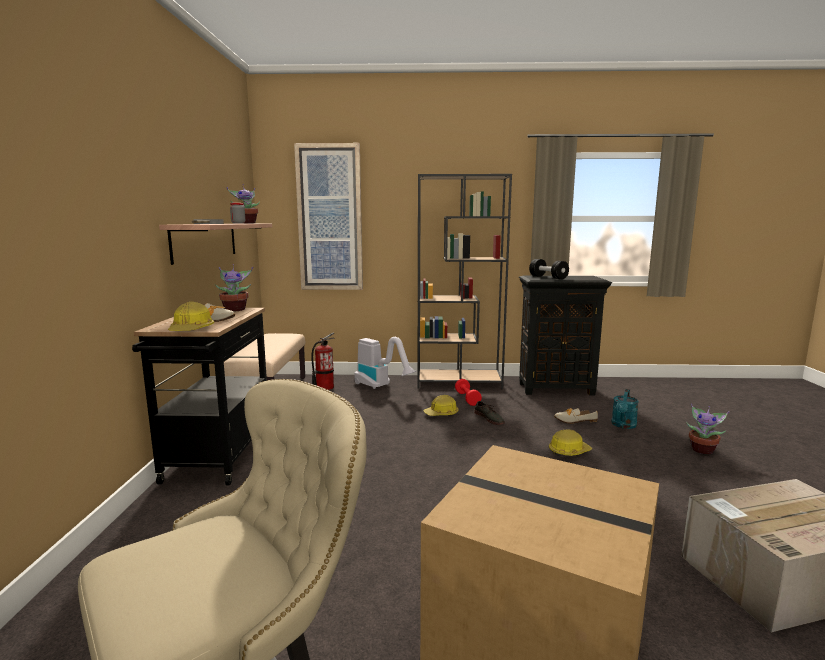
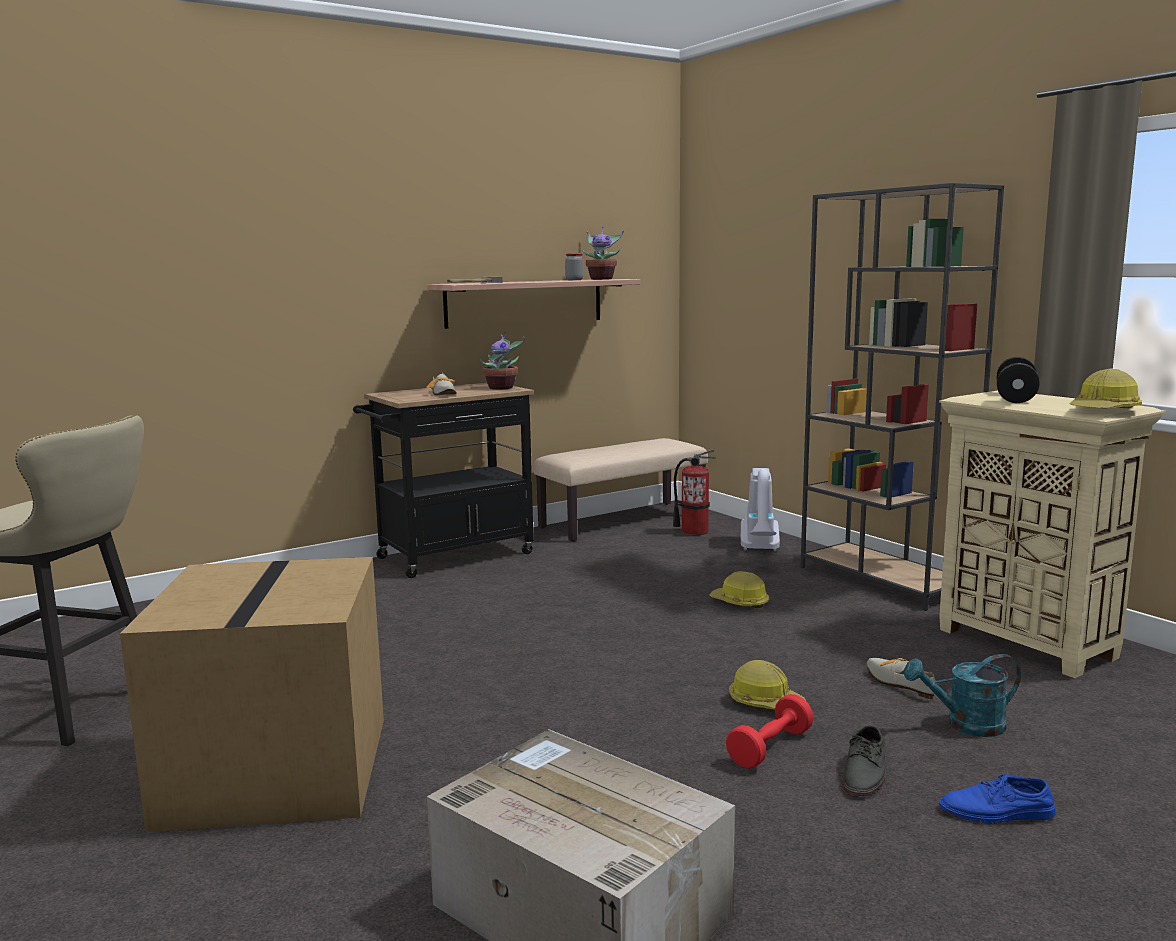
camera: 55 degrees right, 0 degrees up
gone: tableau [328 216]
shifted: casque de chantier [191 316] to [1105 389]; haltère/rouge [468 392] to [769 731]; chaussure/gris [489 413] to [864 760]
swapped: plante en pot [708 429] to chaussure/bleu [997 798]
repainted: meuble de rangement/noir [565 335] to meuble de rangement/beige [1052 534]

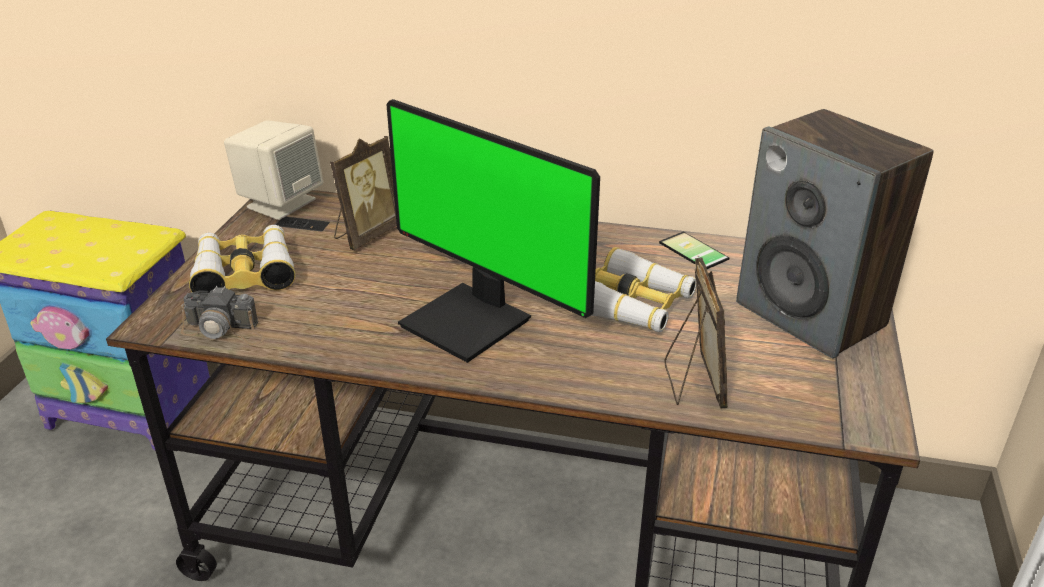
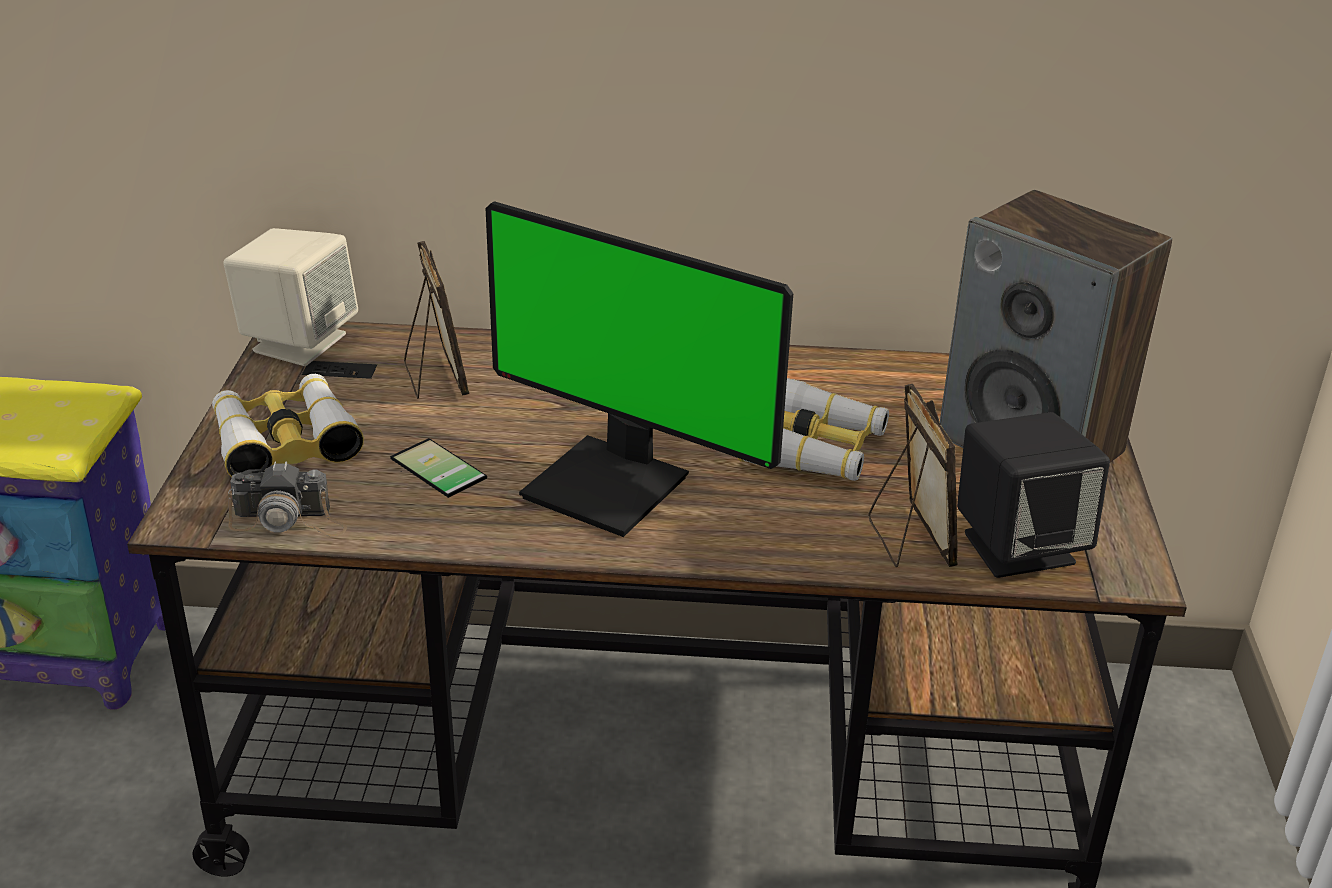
camera: 10 degrees left, 0 degrees up
new: enceinte/noir [1033 495]
shifted: téléphone [694 250] to [438 468]
rotated: cadre photo [363 193] = [437 320] 45 degrees counterclockwise

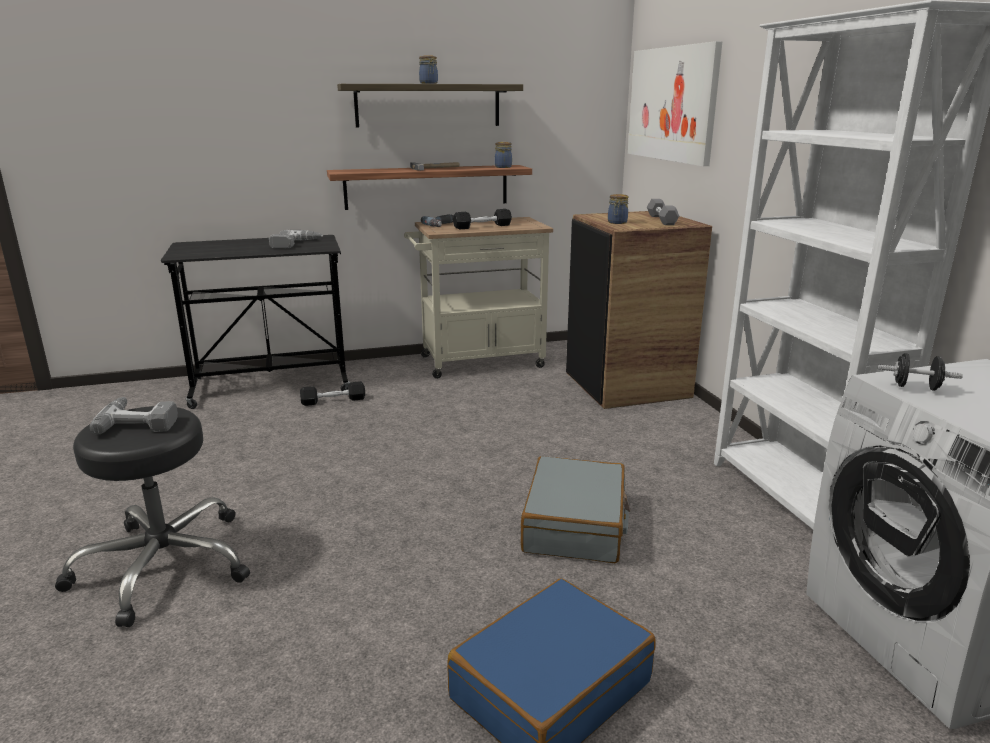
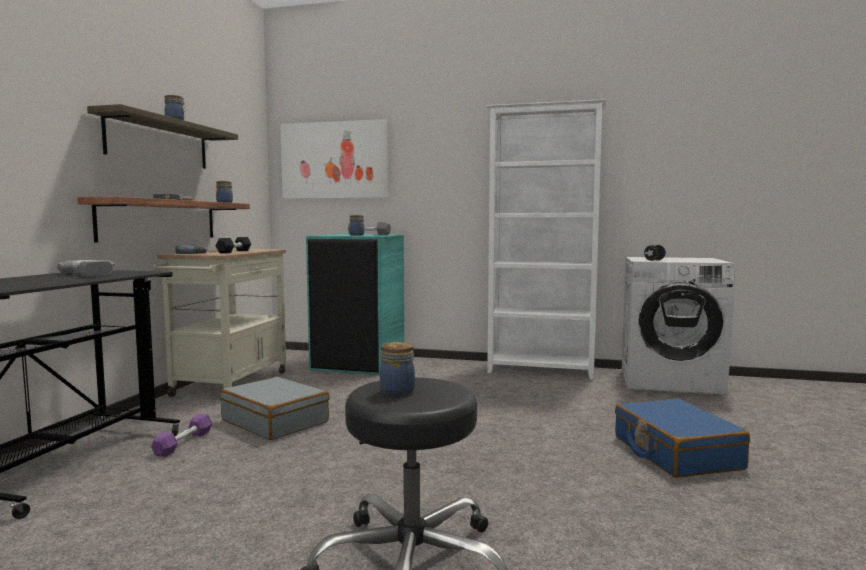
camera: 60 degrees left, 15 degrees down
shifted: valise/gris [575 509] to [274 408]
swapped: perceuse [134 415] to bocal [397 369]
repainted: haltère/noir [332 393] to haltère/violet [181 435]; meuble de rangement/marron [639 310] to meuble de rangement/turquoise [355 304]

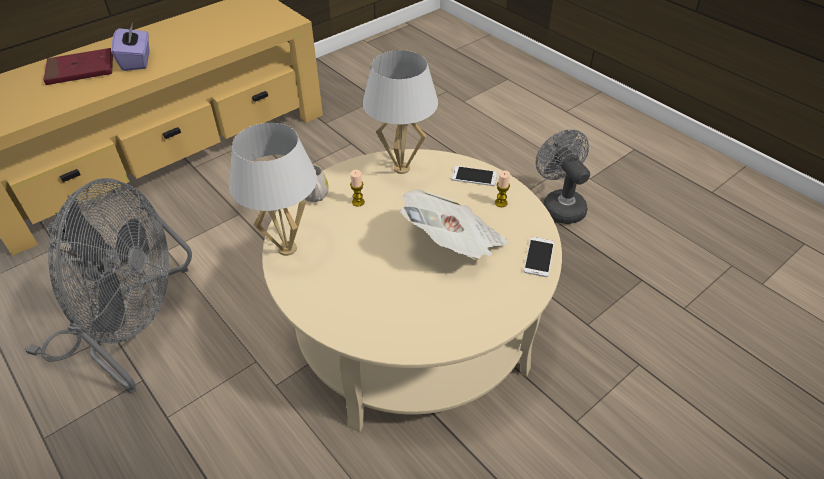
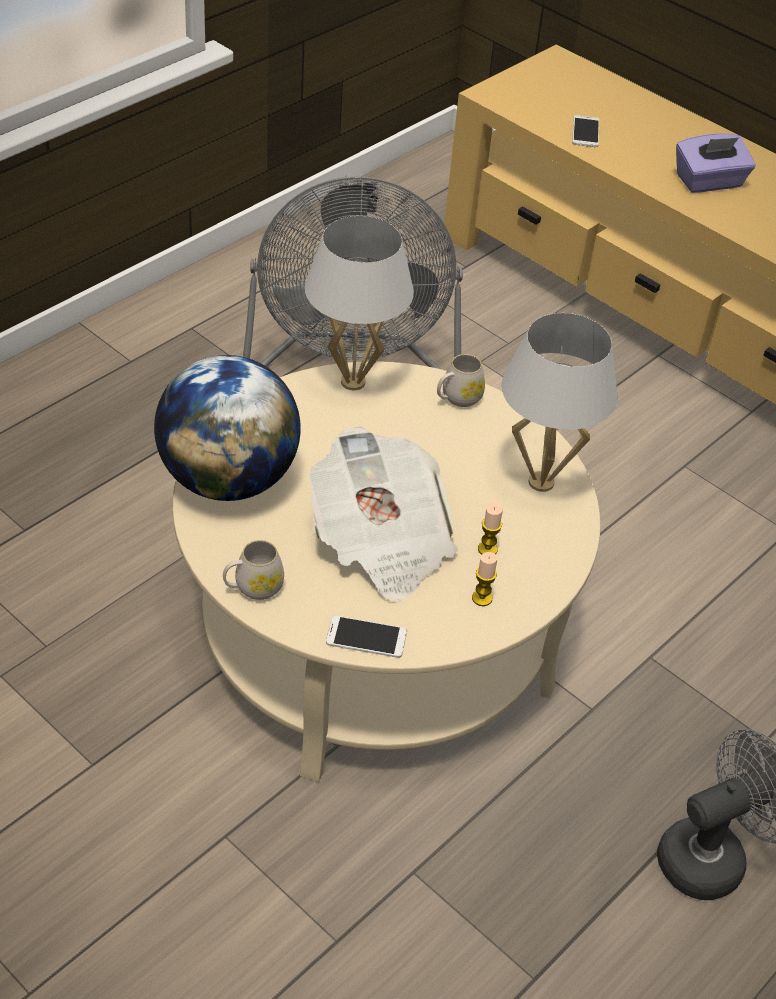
camera: 80 degrees right, 0 degrees up
gone: livre/rouge [78 66]
new: globe [227 428]; mug/blanc [253 570]
shifted: bougie [357 188] to [490 529]; téléphone [474 176] to [585 131]

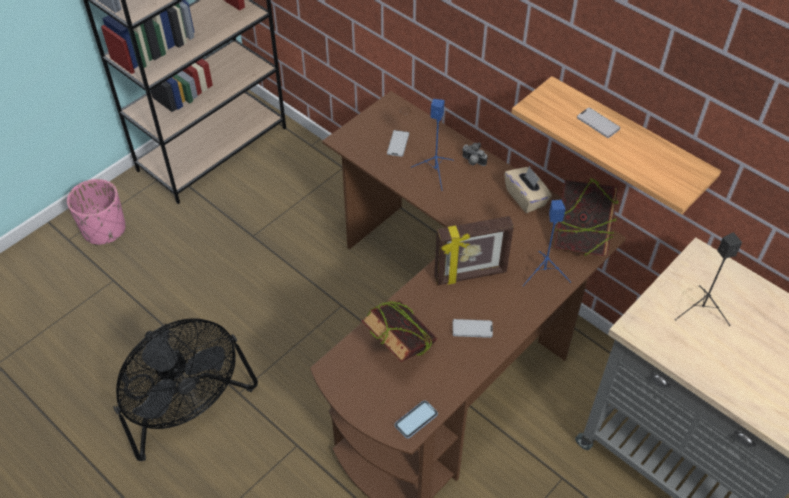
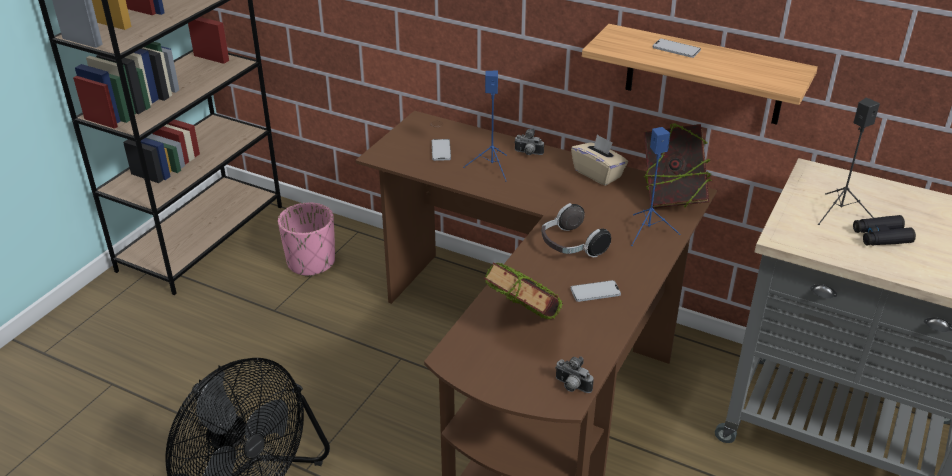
camera: 15 degrees left, 15 degrees down
new: jumelles/noir [884 230]
shifted: cache-pot/rose [96 212] to [306 240]
swapped: téléphone [416 420] to appareil photo [574 374]; cadre photo [474 250] to casque audio [576 230]

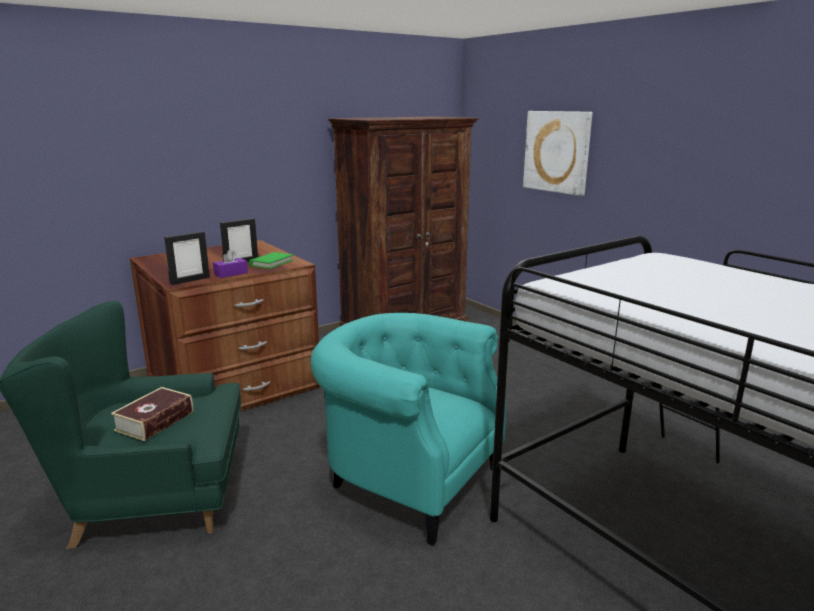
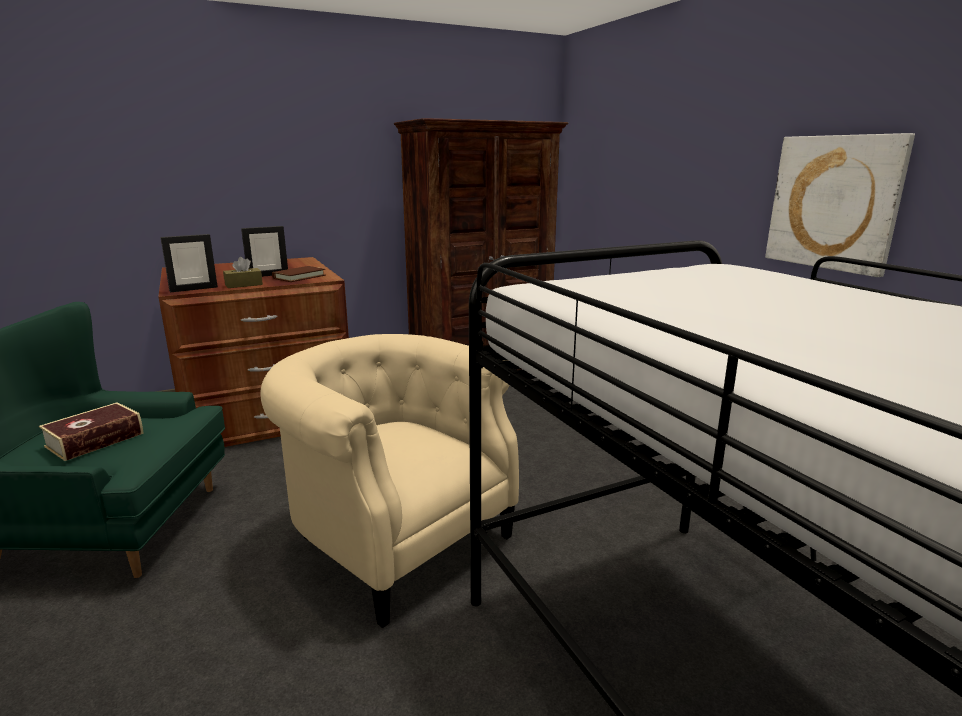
camera: 10 degrees right, 0 degrees up
shifted: tableau [557 153] to [840 205]
repainted: boîte à mouchoirs/violet [230 264] to boîte à mouchoirs/marron [243 272]; livre/vert [271 260] to livre/marron [299 274]; fauteuil/turquoise [408 429] to fauteuil/beige [390 481]

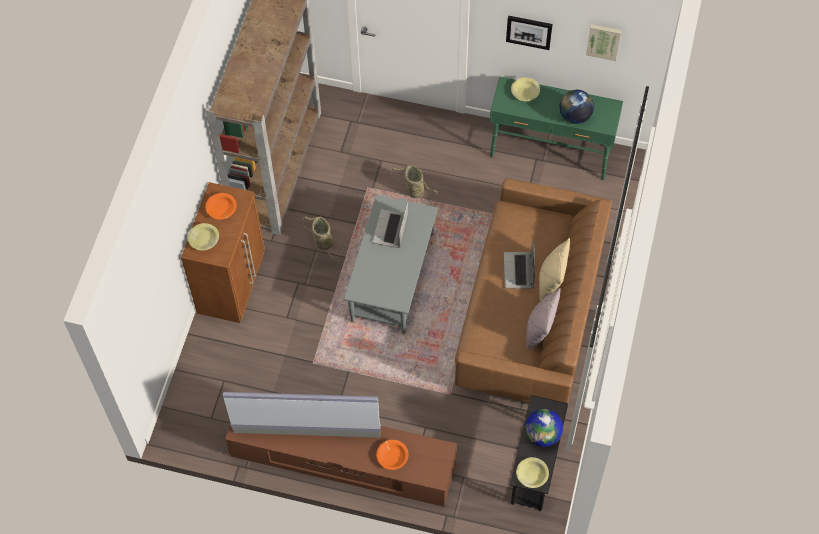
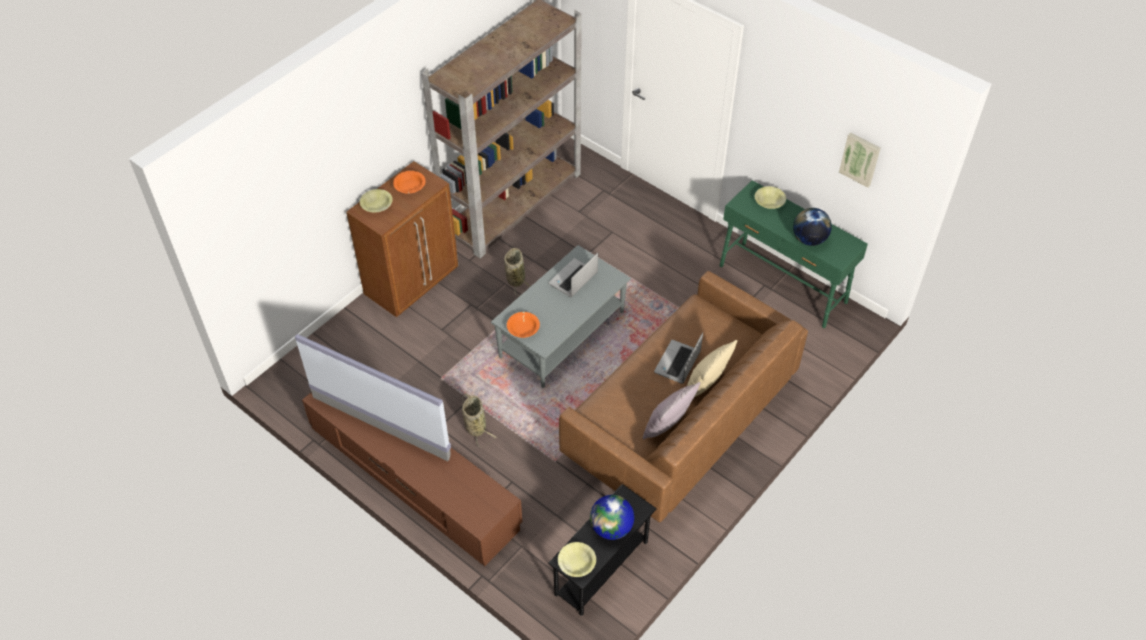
camera: 25 degrees right, 10 degrees down
gone: tableau [529 33]
shifted: bol/orange [392 455] to [523 325]; panier [414 184] to [479 421]

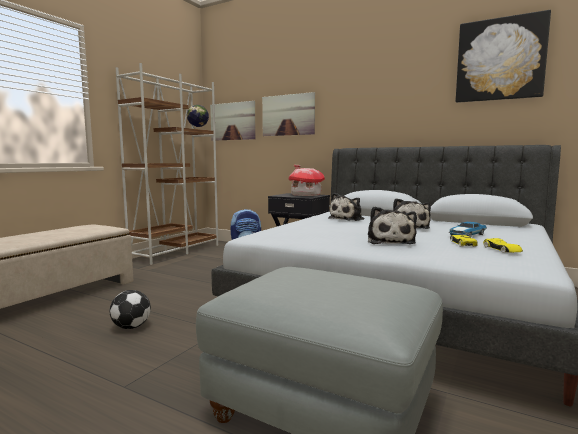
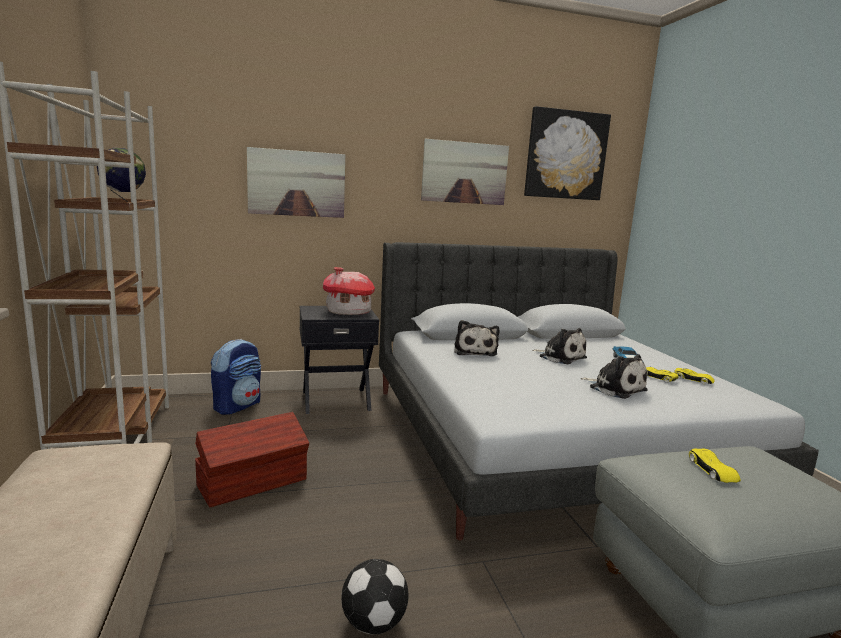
camera: 45 degrees left, 5 degrees up
new: boîte de rangement/marron [252 459]; petite voiture/jaune [715 465]
shifted: tableau [233 121] to [465 172]

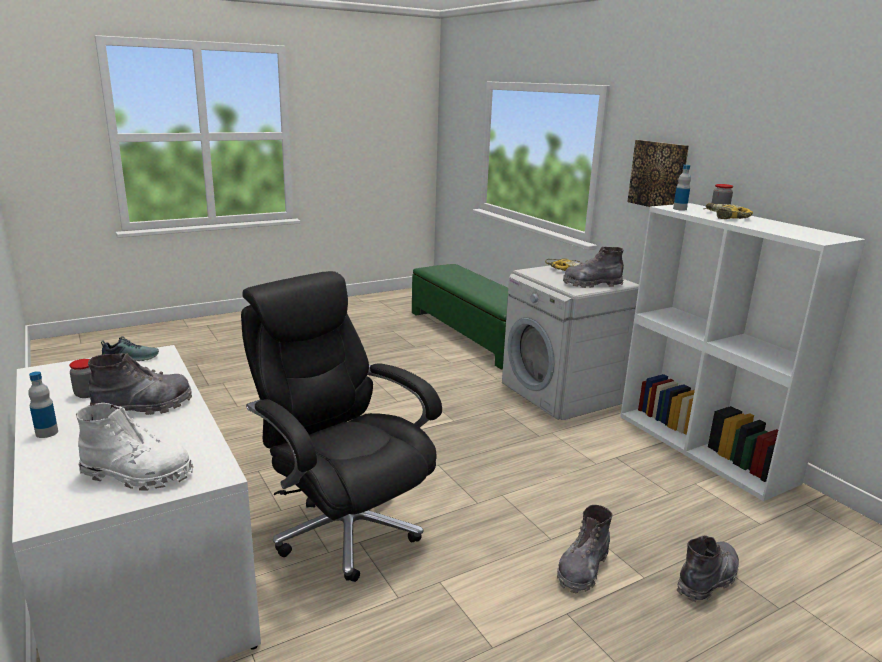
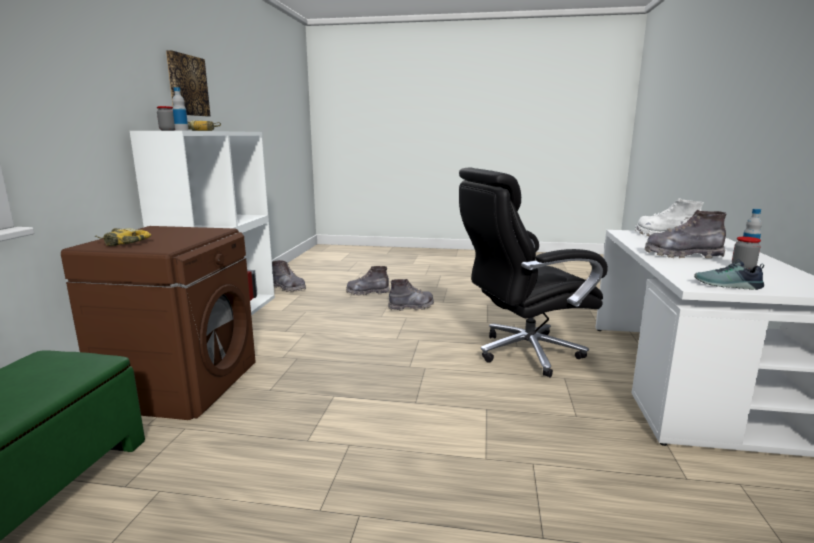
camera: 140 degrees left, 5 degrees down
shifted: botte/gris [593 267] to [289 276]; tableau [658 173] to [188 83]
repainted: lave-linge/blanc [570 341] to lave-linge/marron [158 323]
rotated: chaise de bureau/noir [341 426] = [533 272] 75 degrees clockwise

